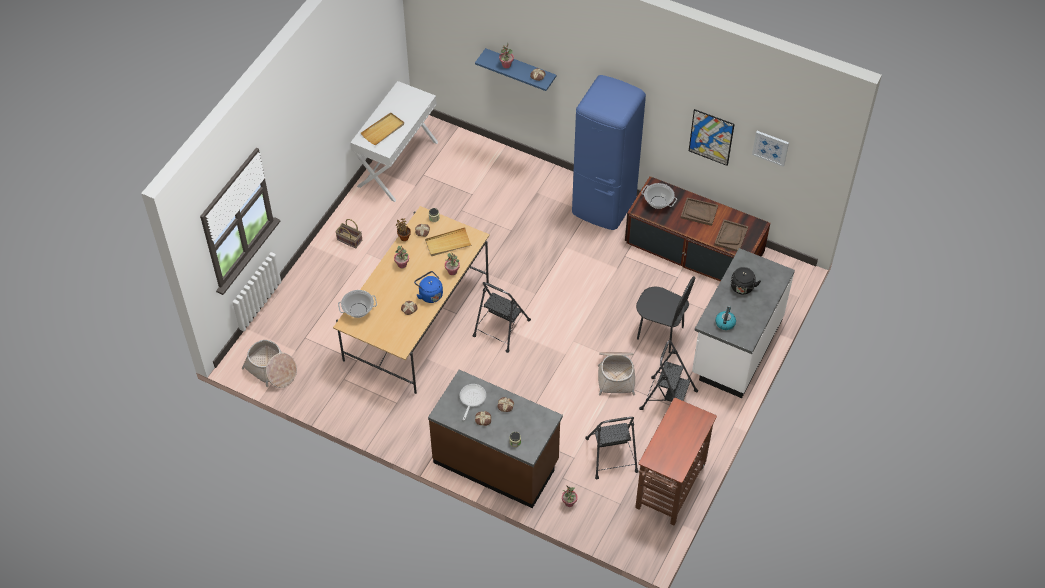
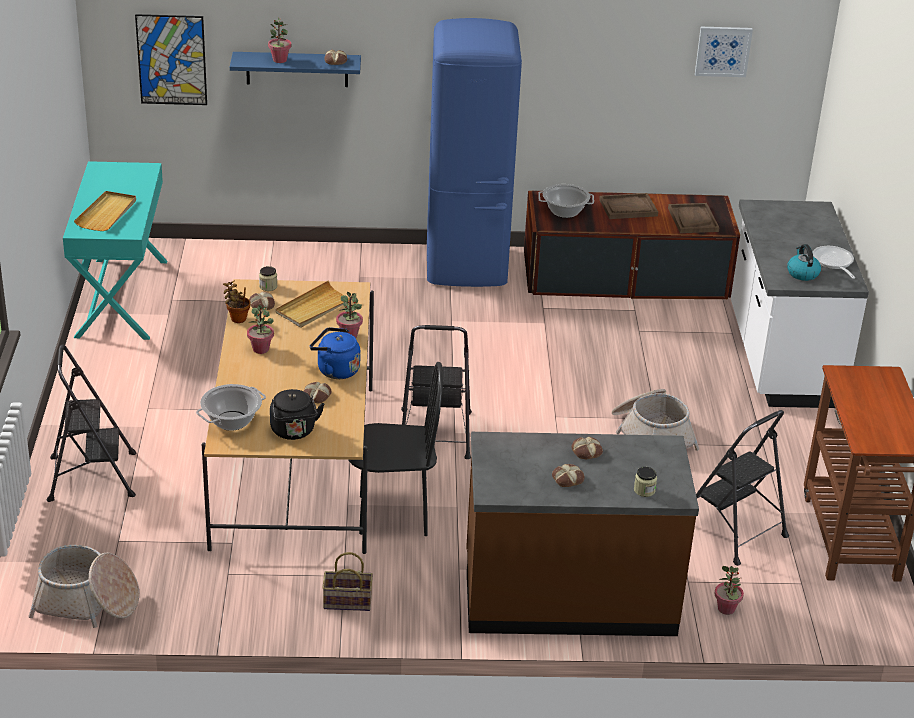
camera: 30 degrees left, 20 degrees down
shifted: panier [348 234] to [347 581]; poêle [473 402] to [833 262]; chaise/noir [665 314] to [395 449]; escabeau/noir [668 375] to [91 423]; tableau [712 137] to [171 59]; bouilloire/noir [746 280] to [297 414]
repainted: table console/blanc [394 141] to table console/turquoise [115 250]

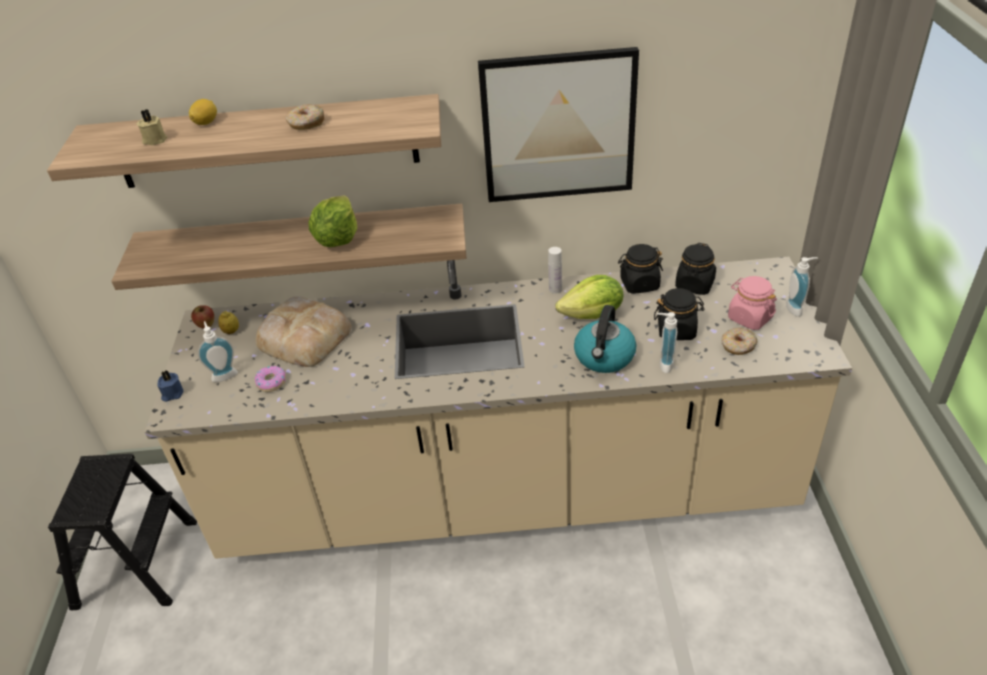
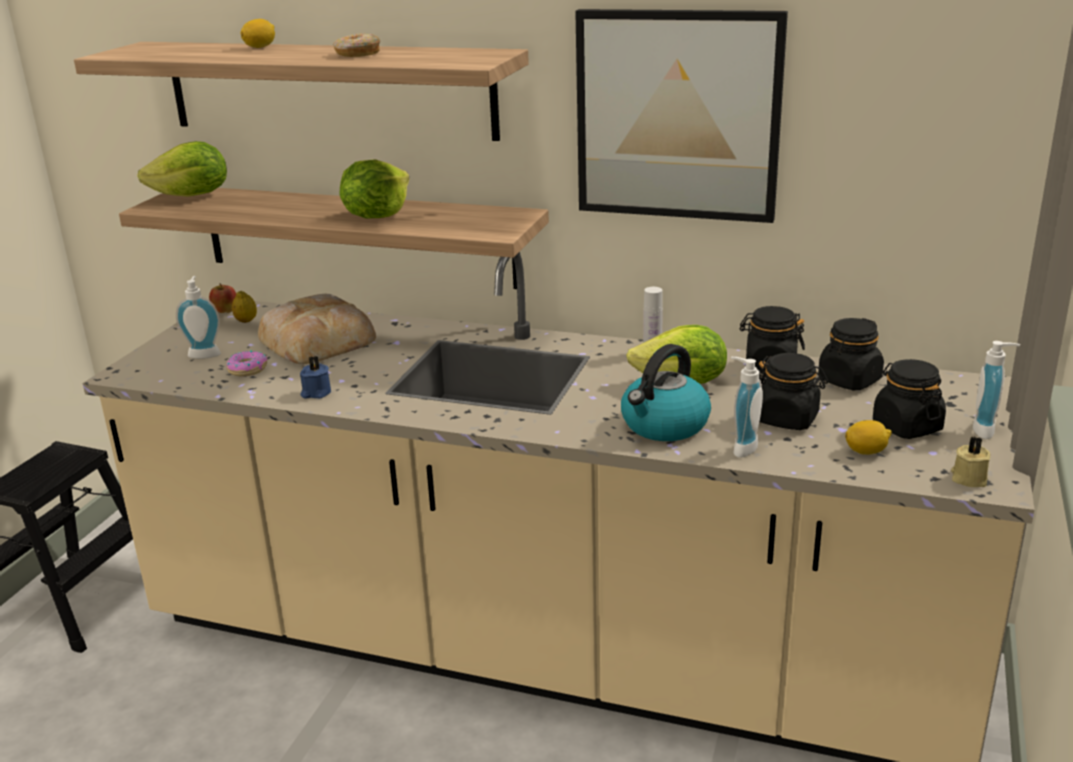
camera: 20 degrees right, 15 degrees down
new: laitue [182 169]
shifted: bougie/beige [151 127] to [970 461]; bougie/bleu [170 386] to [315 377]
swapped: beignet [739 341] to citron [868 437]
repainted: bocal/rose [752 303] to bocal/noir [909 399]

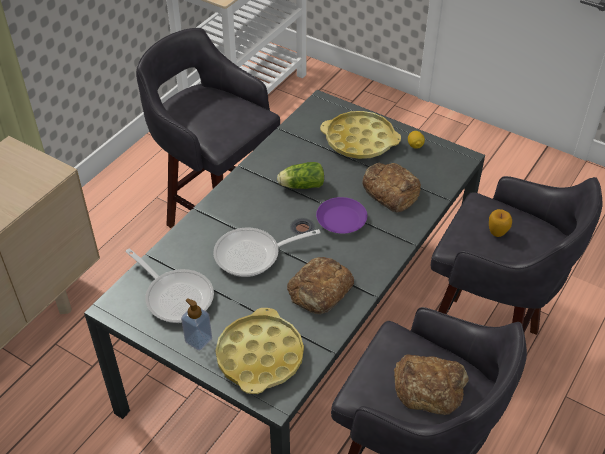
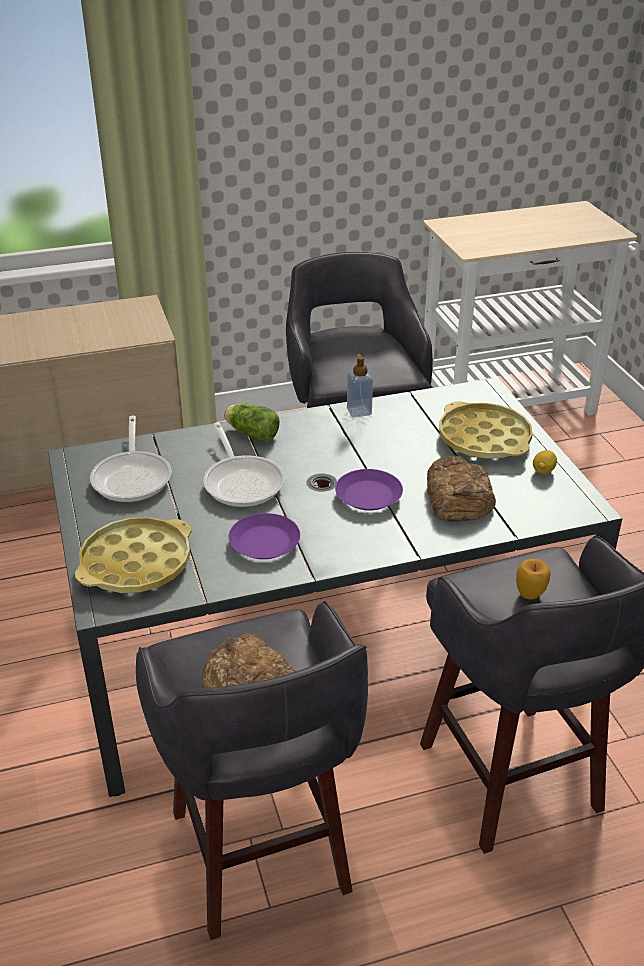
camera: 40 degrees right, 10 degrees down
shifted: distributeur de savon [196 324] to [360 385]; laitue [300 175] to [252 422]
swapped: pain [320 285] to assiette/violet [264 536]
rotated: poêle [267 252] = [244 464] 135 degrees counterclockwise

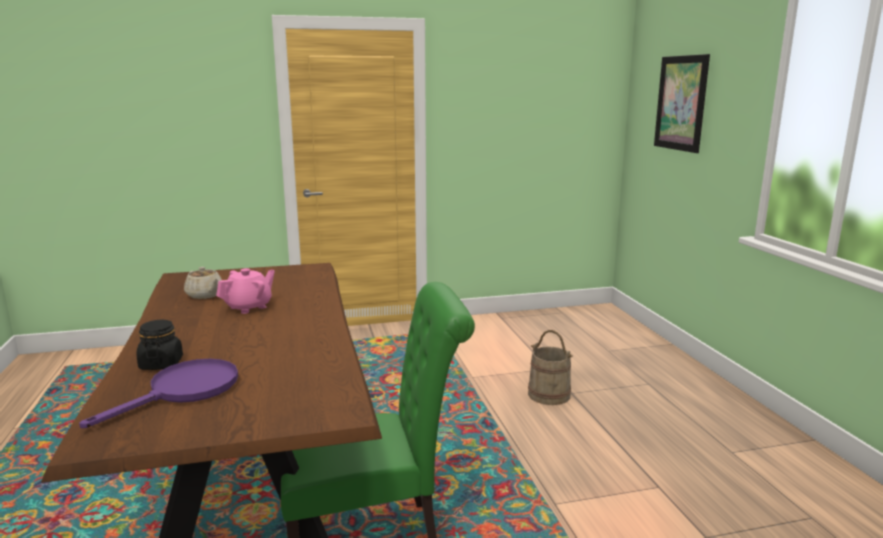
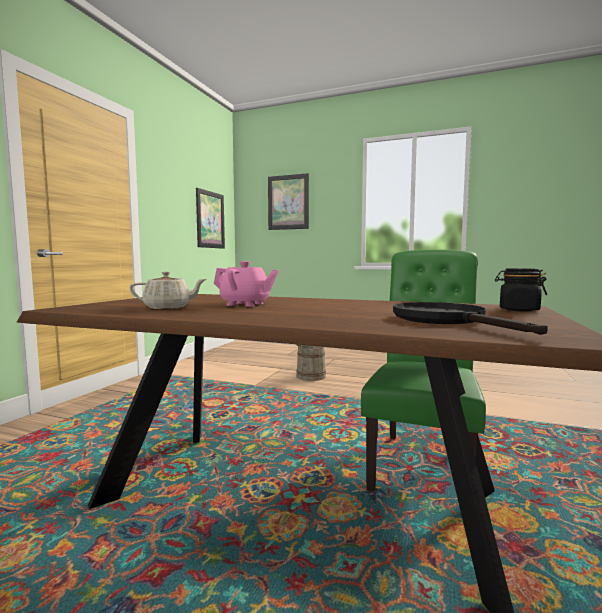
camera: 55 degrees left, 10 degrees down
new: tableau [210 218]
shifted: bocal/noir [159 345] to [521 290]
repainted: poêle/violet [158 393] to poêle/noir [470 318]
rotated: théière/rose [245 291] = [246 284] 120 degrees clockwise

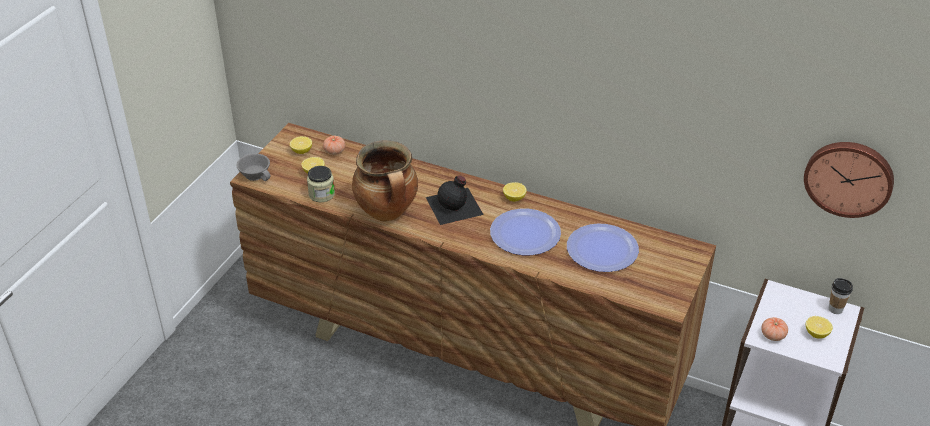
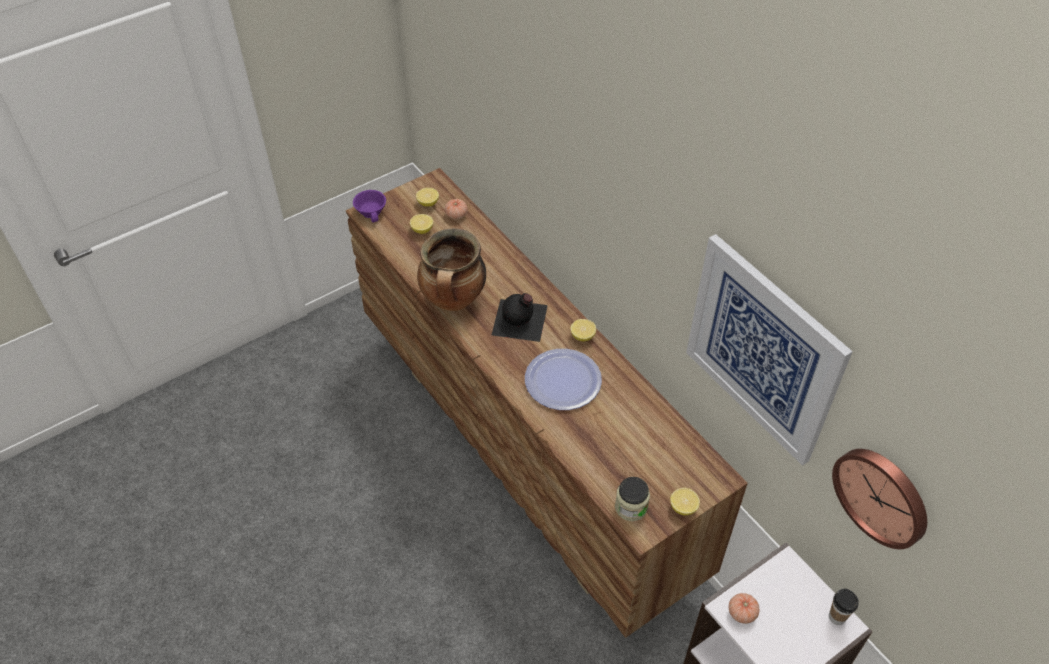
camera: 30 degrees right, 10 degrees up
gone: assiette [603 247]
new: tableau [769 350]
shifted: bocal [321 184] to [632 499]; citron [819 327] to [685 501]
repainted: tasse/gris [254 167] to tasse/violet [369 206]

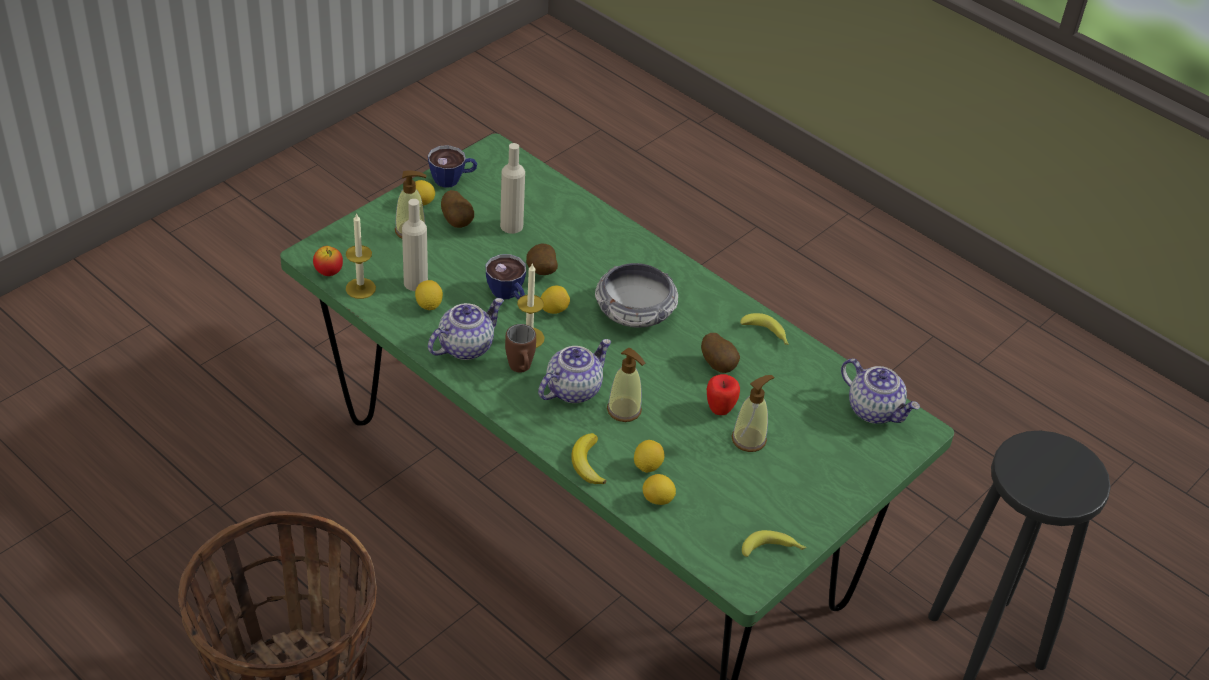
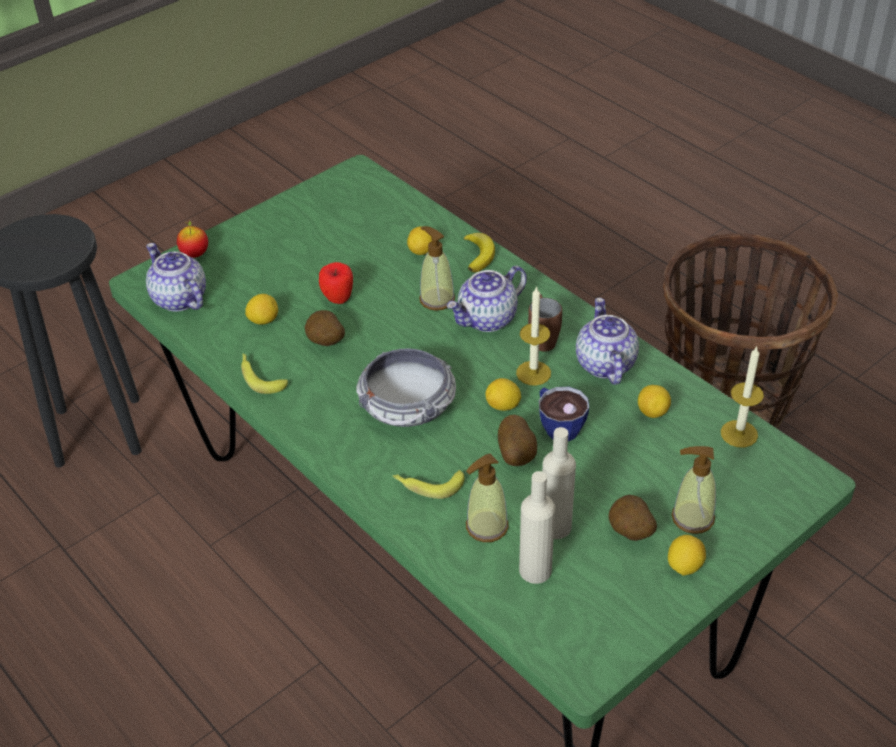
camera: 170 degrees left, 0 degrees up
gone: tasse [452 166]
shifted: pomme [328 261] to [192 239]; bouteille/beige [415 245] to [537 527]; citron [659 489] to [261 309]; distributeur de savon [752 413] to [487 498]; banane [774 543] to [428 484]
rotated: théière [466 329] = [607 341] 120 degrees clockwise

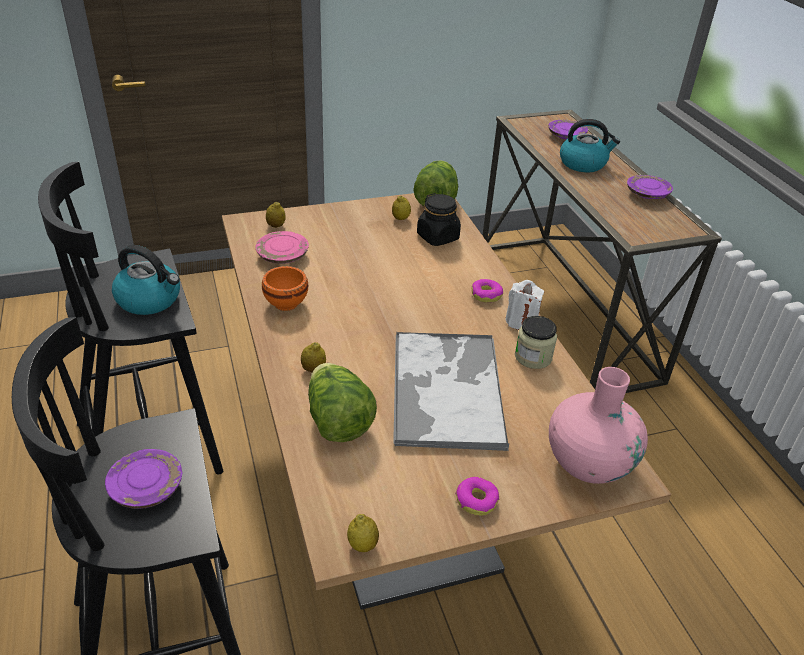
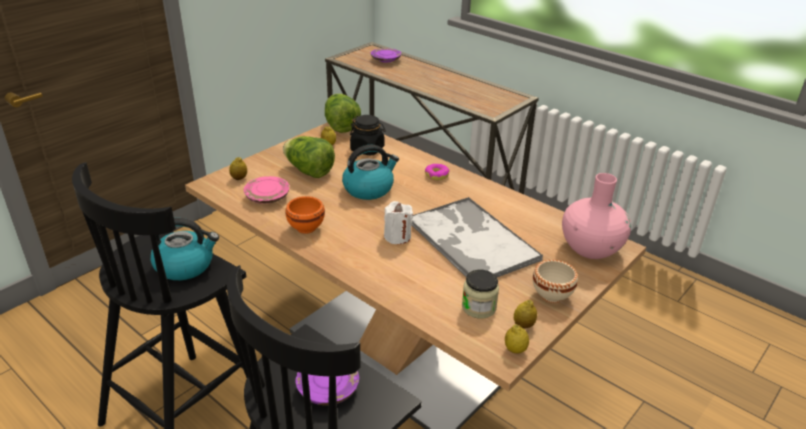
camera: 30 degrees left, 5 degrees down
gone: assiette/violet [650 187]
shifted: citron [313 357] to [525 314]; laitue [342 402] to [309 157]; bougie/blanc [524 305] to [398 222]; bocal [536 342] to [480 294]; bouilloire [590 145] to [370 172]
swapped: beignet [477 496] to bol/beige [555 281]

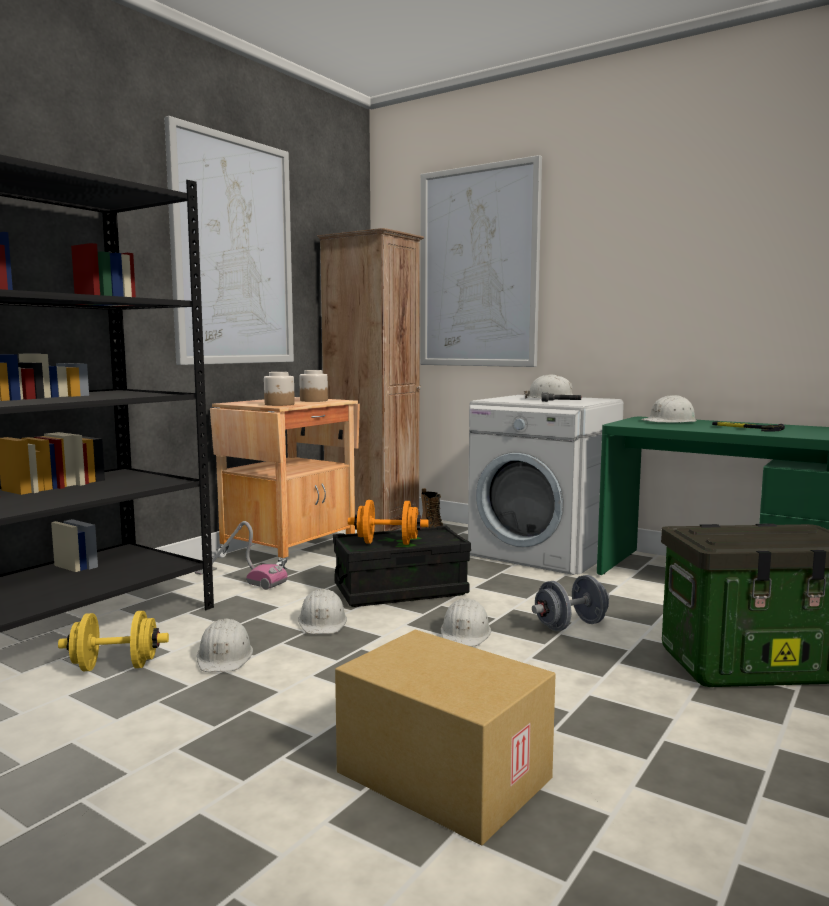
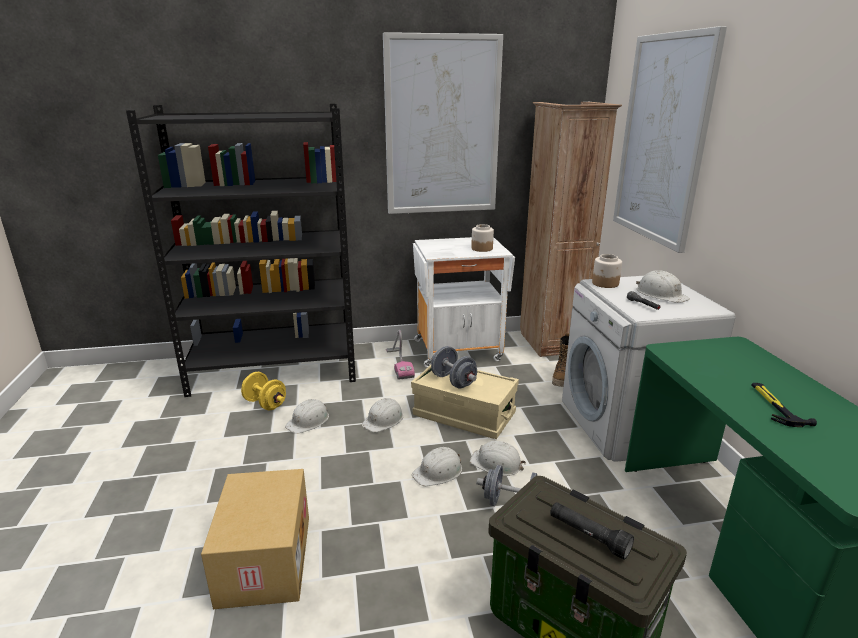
camera: 45 degrees right, 15 degrees up
new: lampe de poche/noir [592 531]
shifted: bocal [279 389] to [607 271]; casque de chantier/blanc [669 409] to [498 458]
repainted: chariot/marron [285 483] to chariot/blanc [464 302]; boîte de rangement/noir [402 566] to boîte de rangement/beige [465 402]; haltère/orange [388 522] to haltère/gris [454 367]

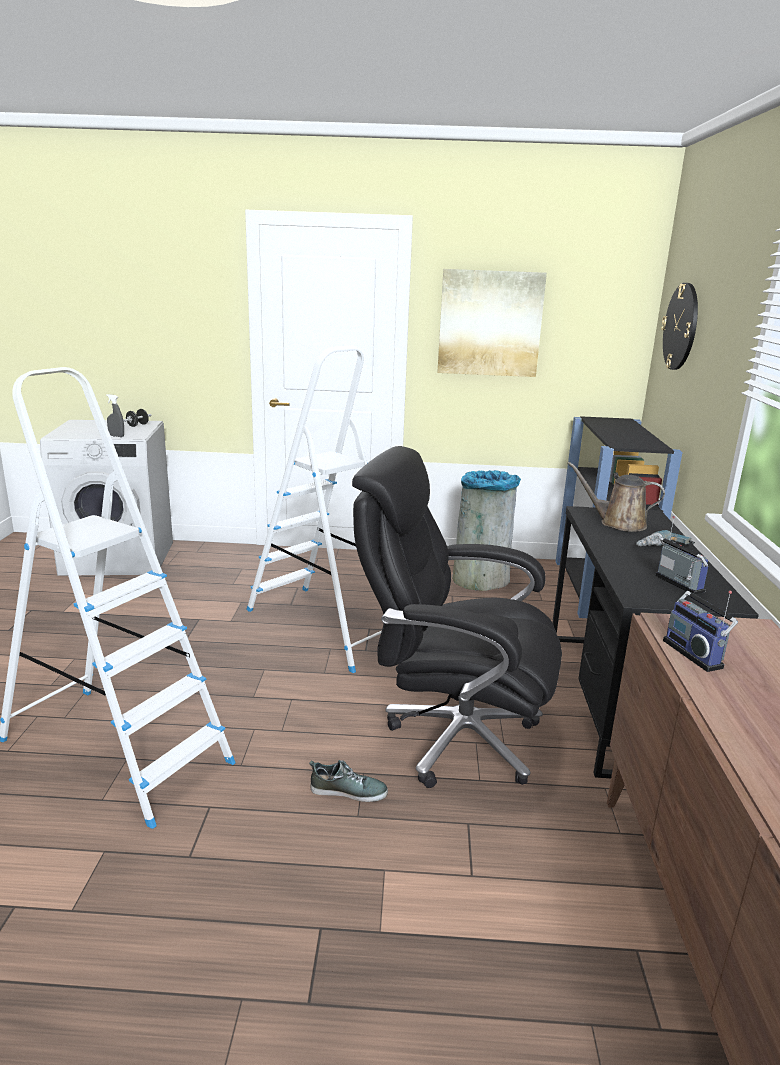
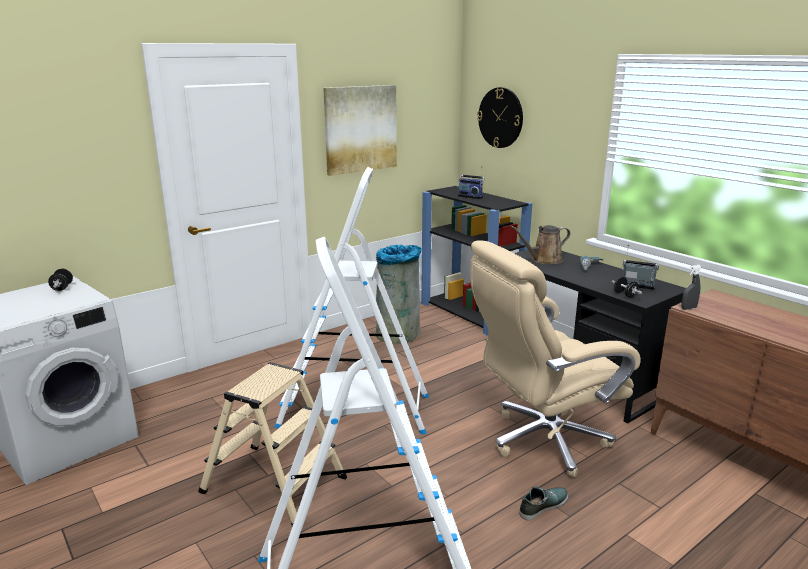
camera: 40 degrees left, 0 degrees up
new: escabeau/beige [272 444]; haltère/noir [627 287]
shifted: vaporisateur/gris [115 415] to [691 287]; radio [700 631] to [471 182]
repainted: chaise de bureau/noir [457 617] to chaise de bureau/beige [555 359]

